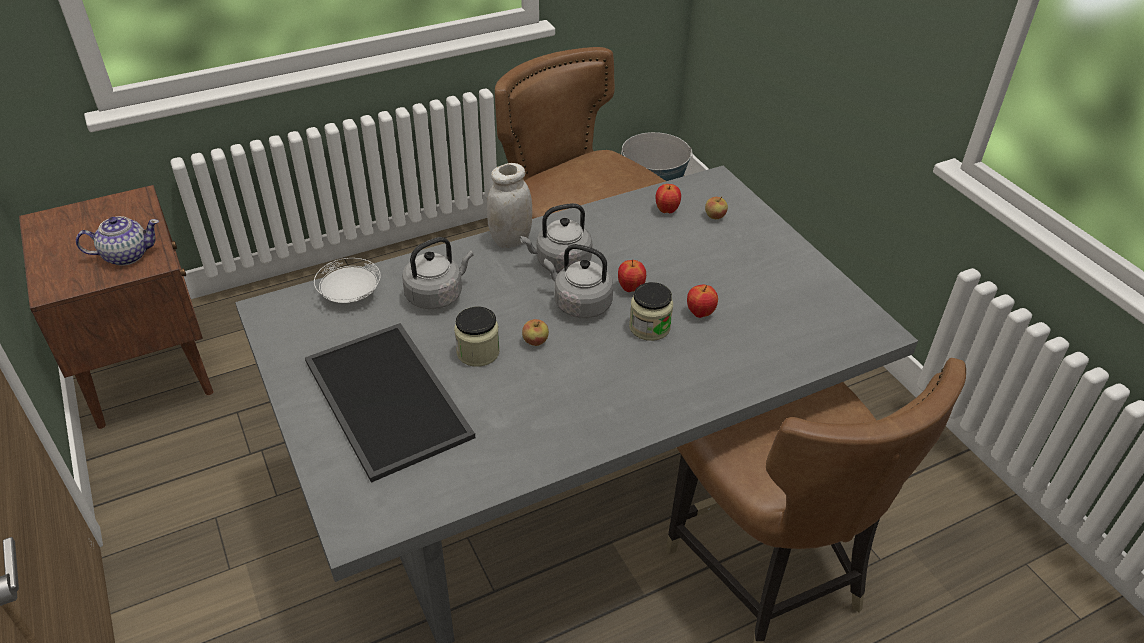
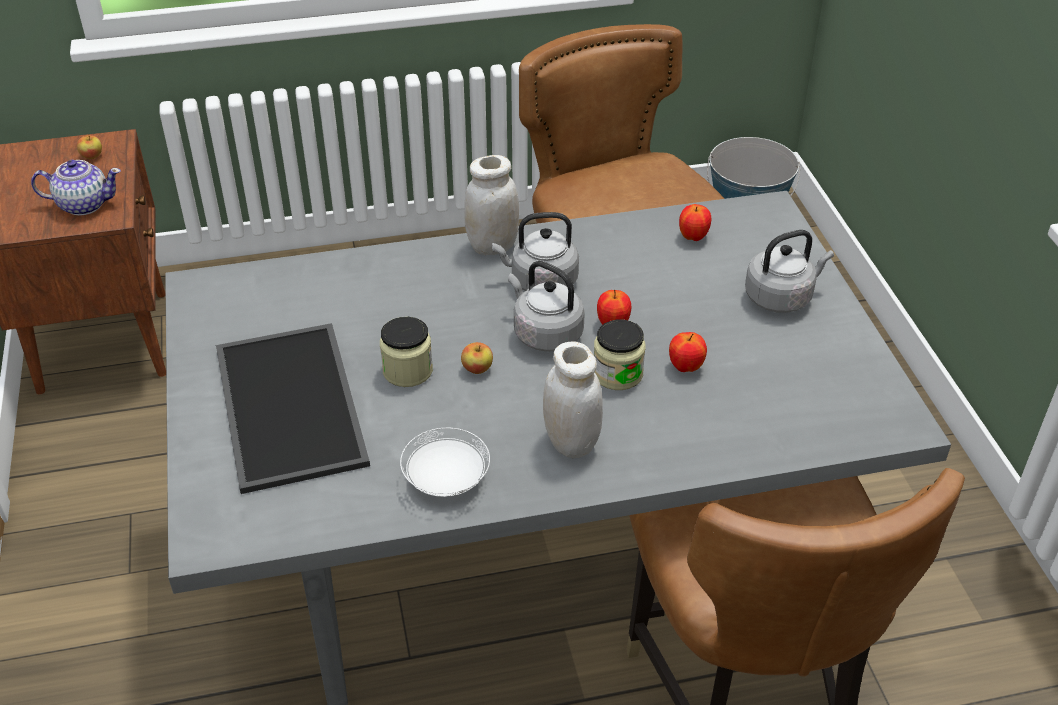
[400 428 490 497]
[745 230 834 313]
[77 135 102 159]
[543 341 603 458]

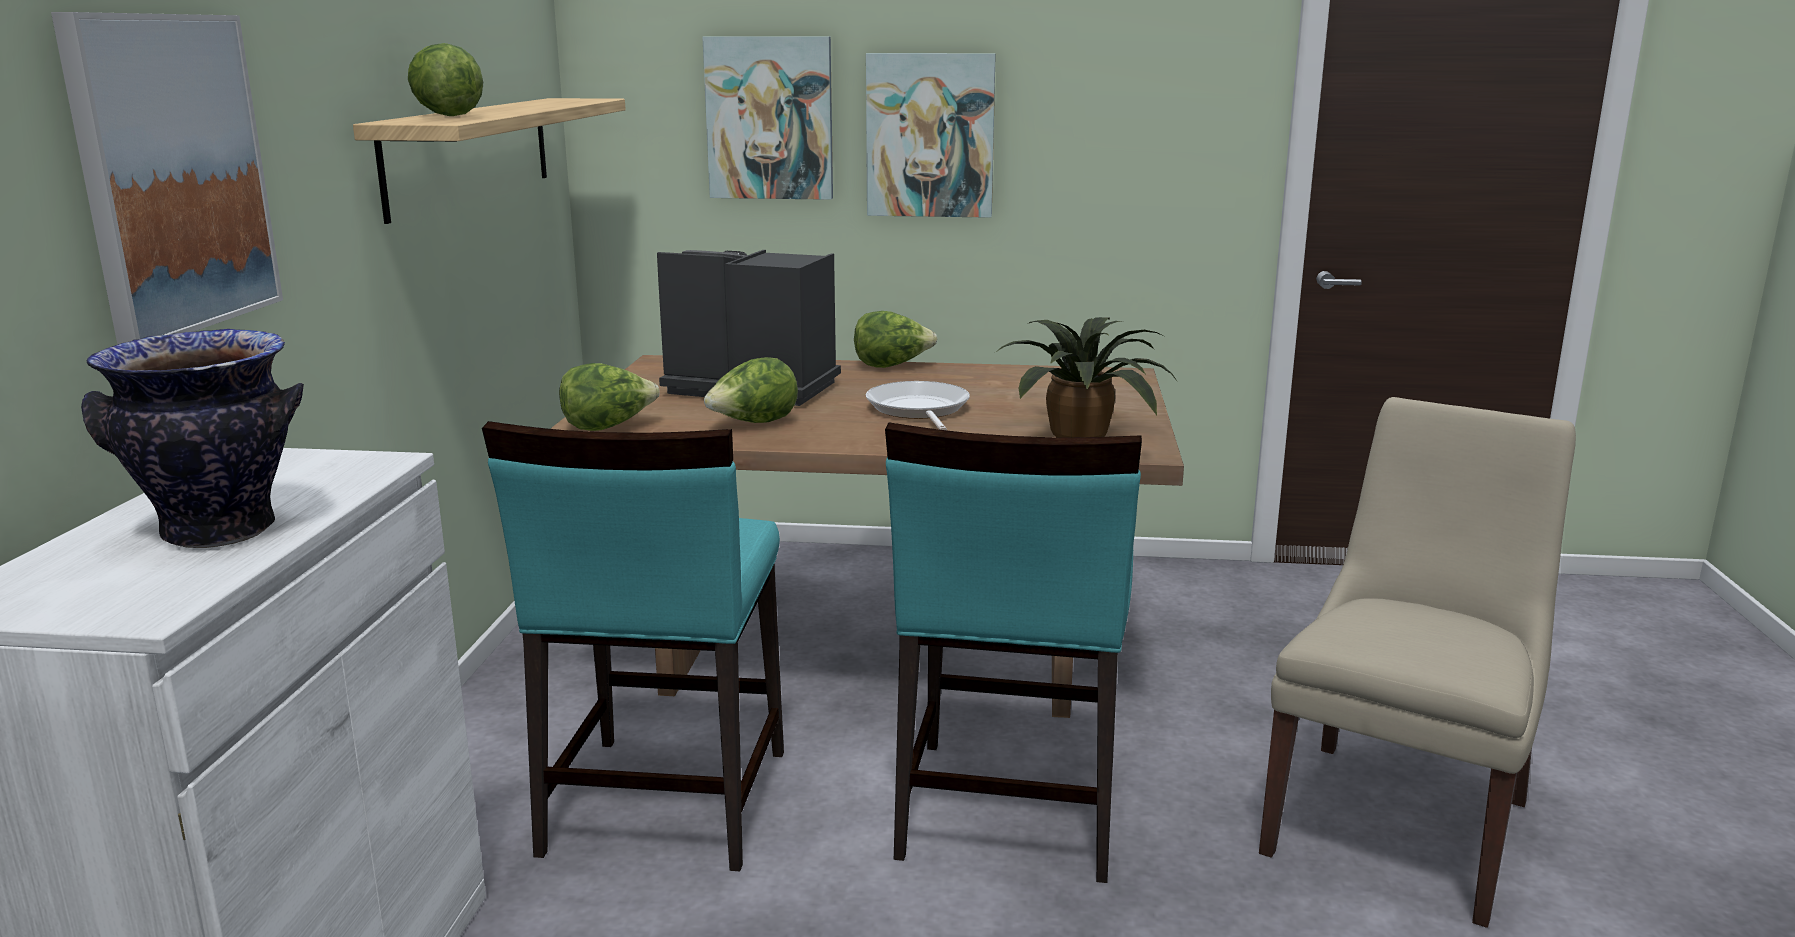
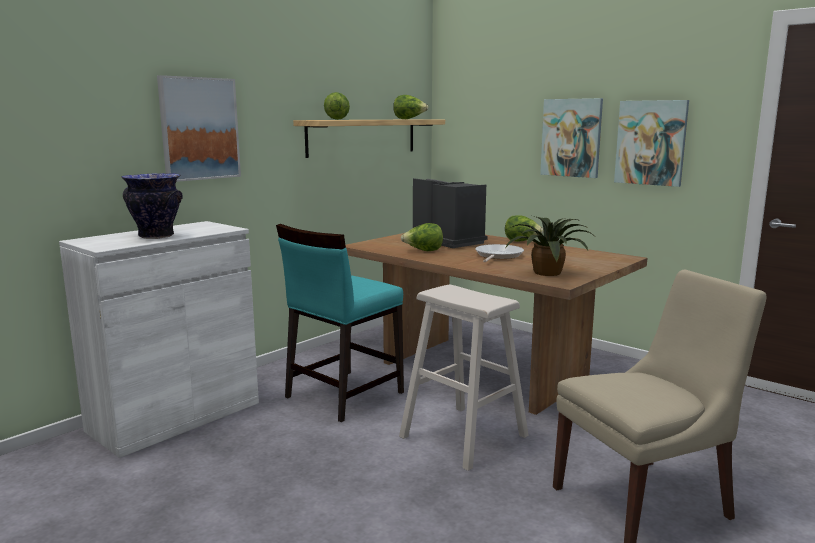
[393 95 429 119]
[614 100 689 187]
[399 285 528 471]

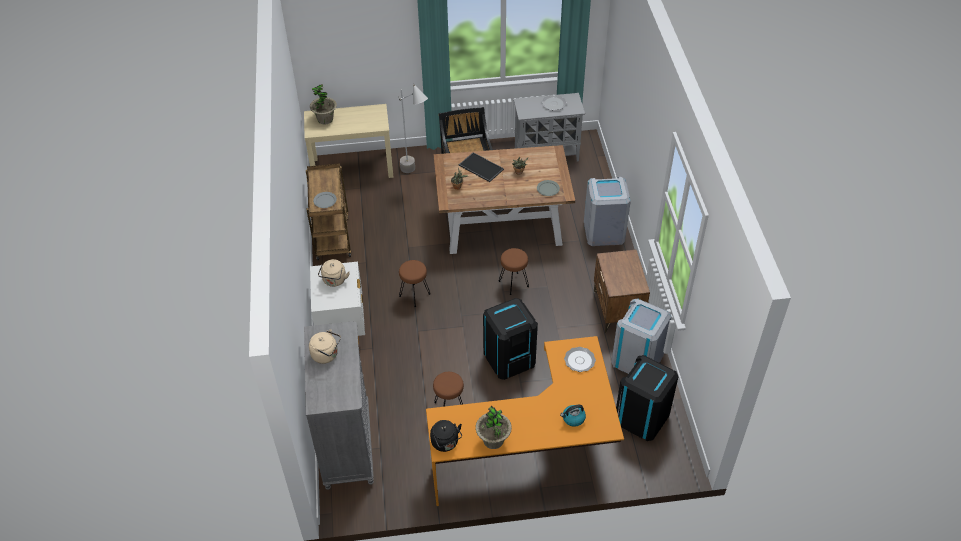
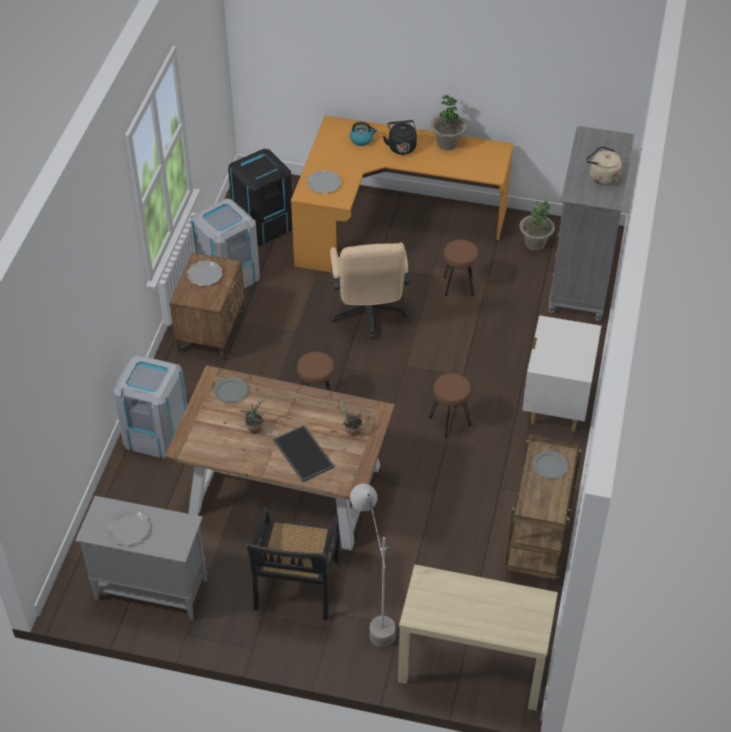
[519 201 555 251]
[318 259 350 287] (first image)
[383 120 417 155]
[330 242 410 339]
[187 261 223 286]

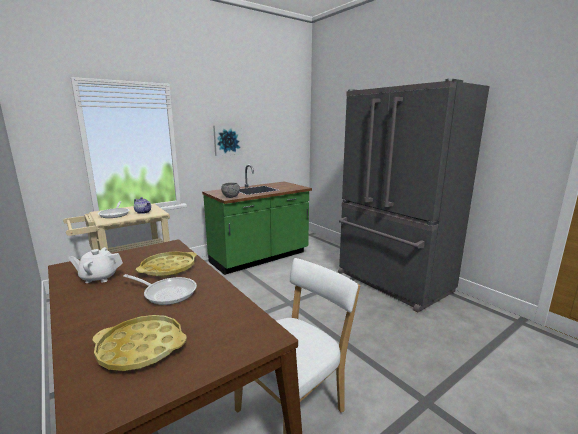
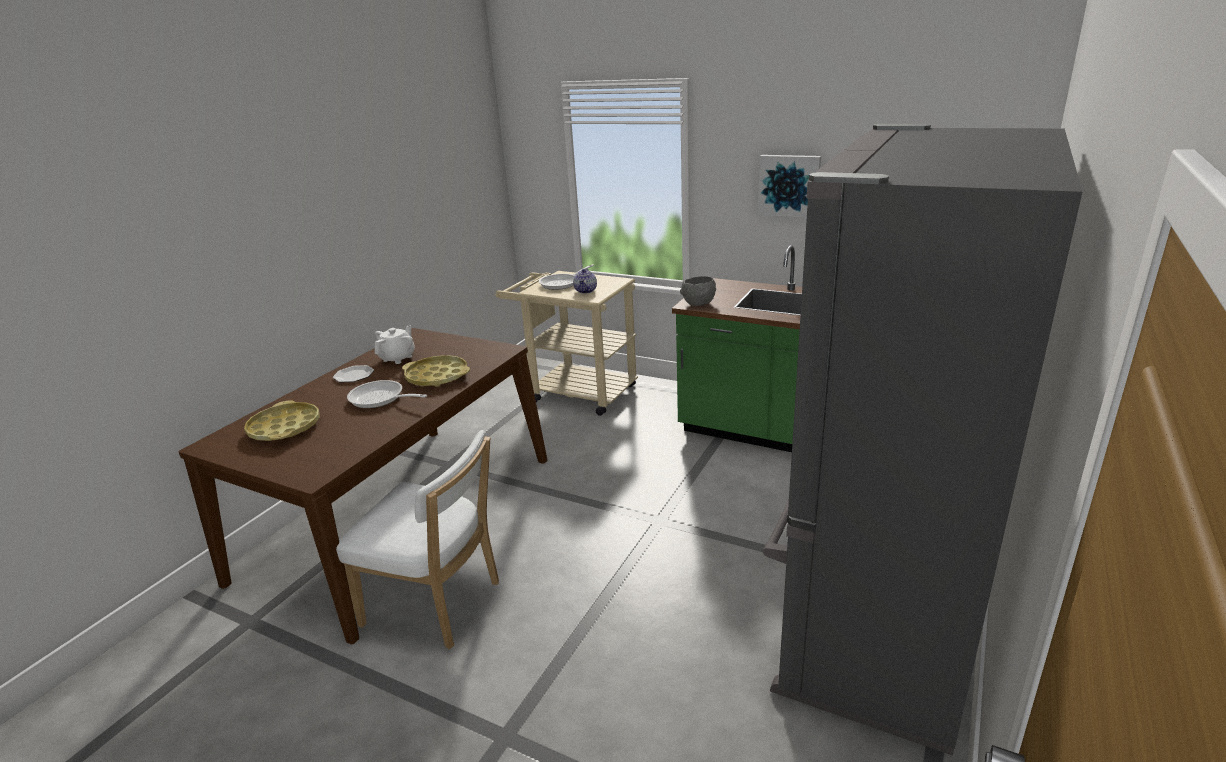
[375 325 415 364]
[347 380 427 408]
[333 365 374 382]

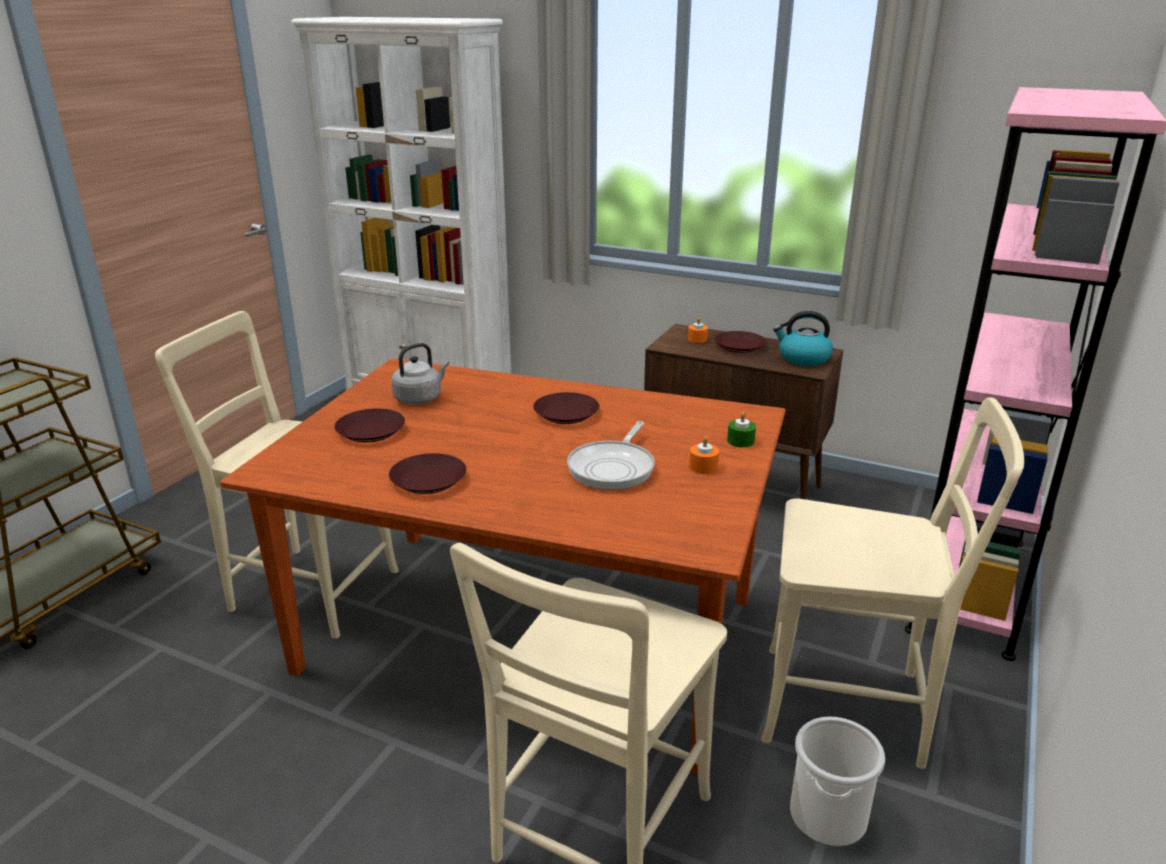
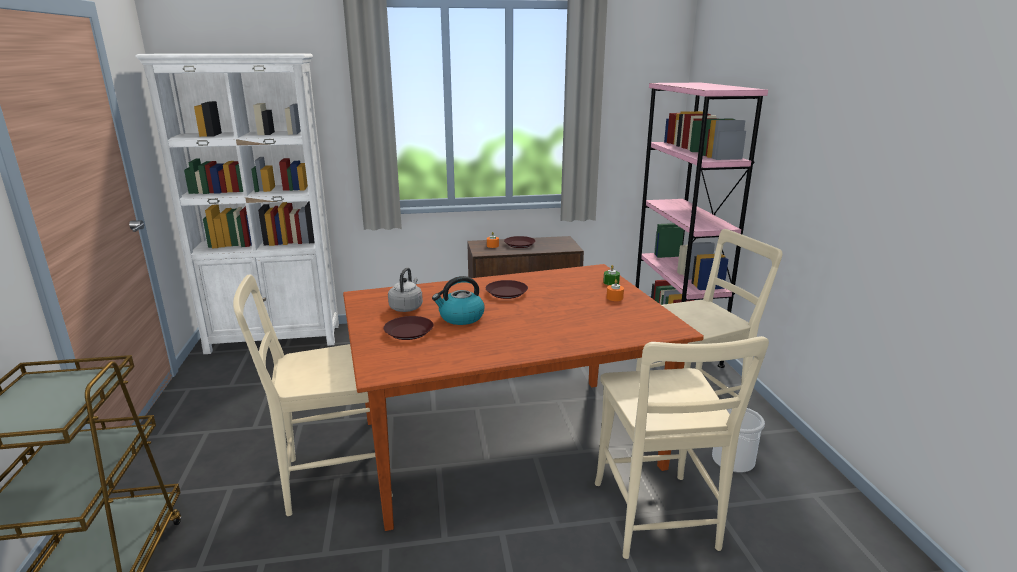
[389 453 466 494] (first image)
[567 421 655 490] (first image)
[432 276 485 325]

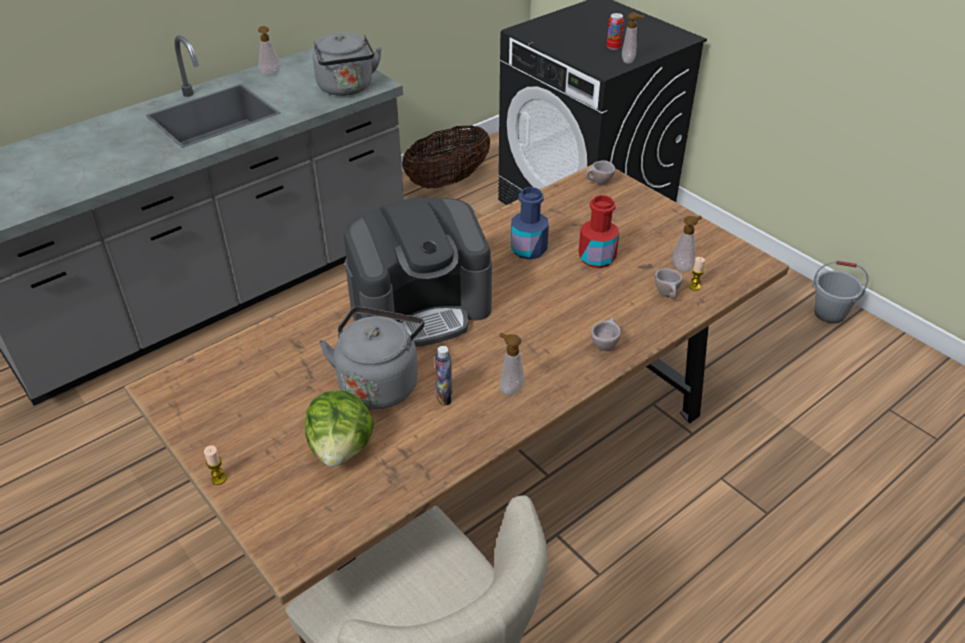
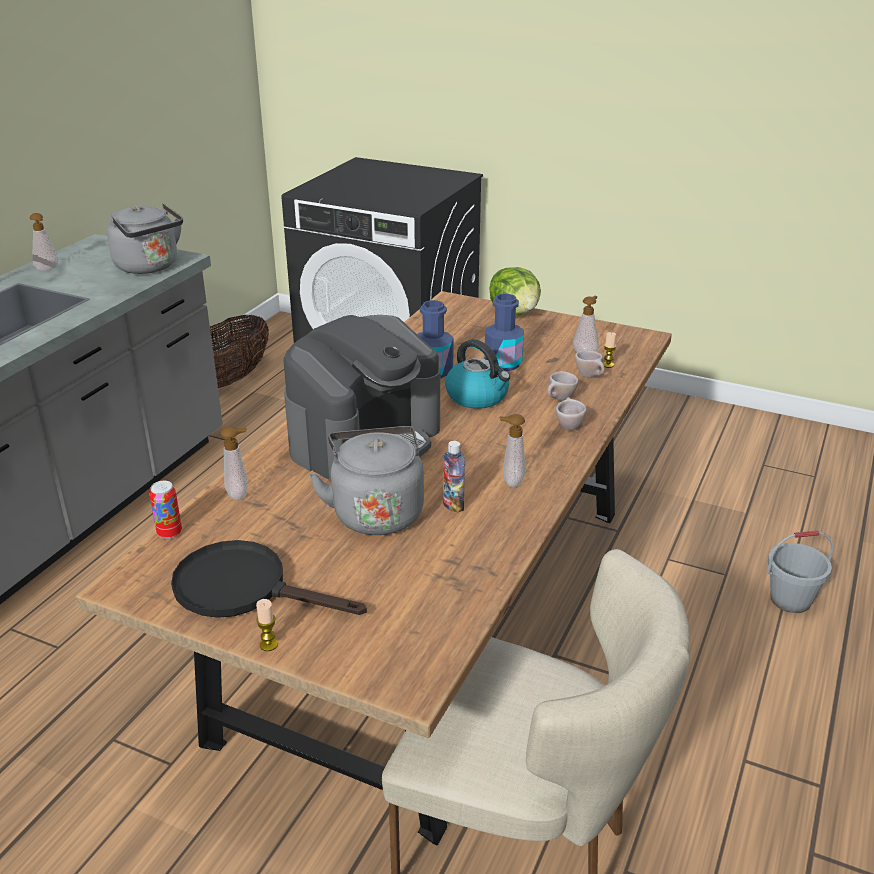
[489 267 541 315]
[484 293 524 371]
[547 371 579 401]
[150 481 182 539]
[221 426 248 500]
[767 531 833 613]
[171 540 367 618]
[445 339 510 409]

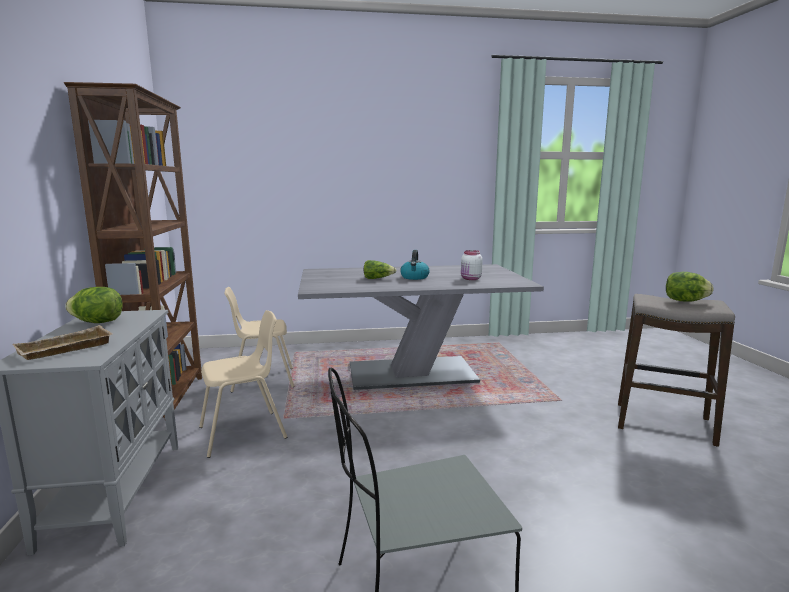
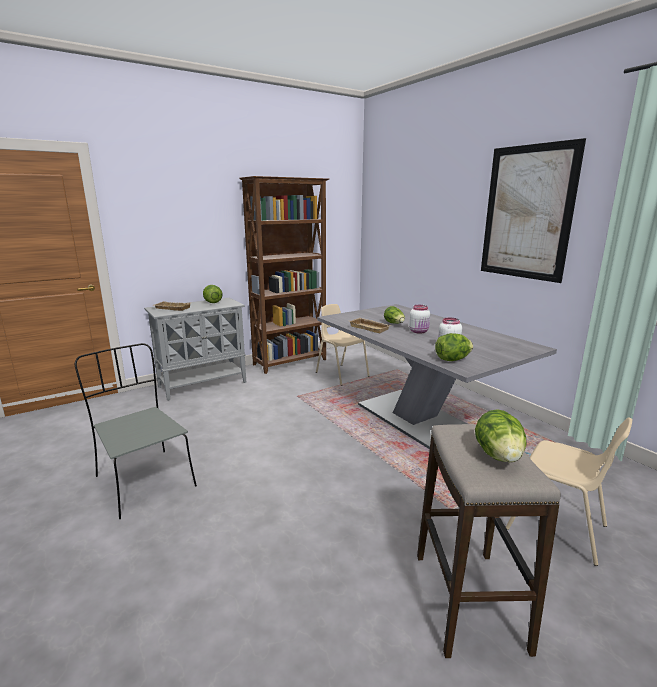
[506 417 632 566]
[409 305 430 334]
[350 318 392 333]
[435 333 473 361]
[481 138 586 283]

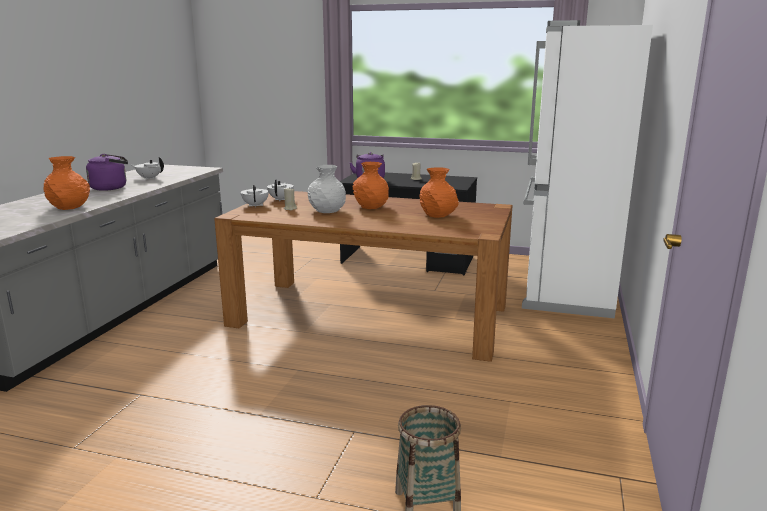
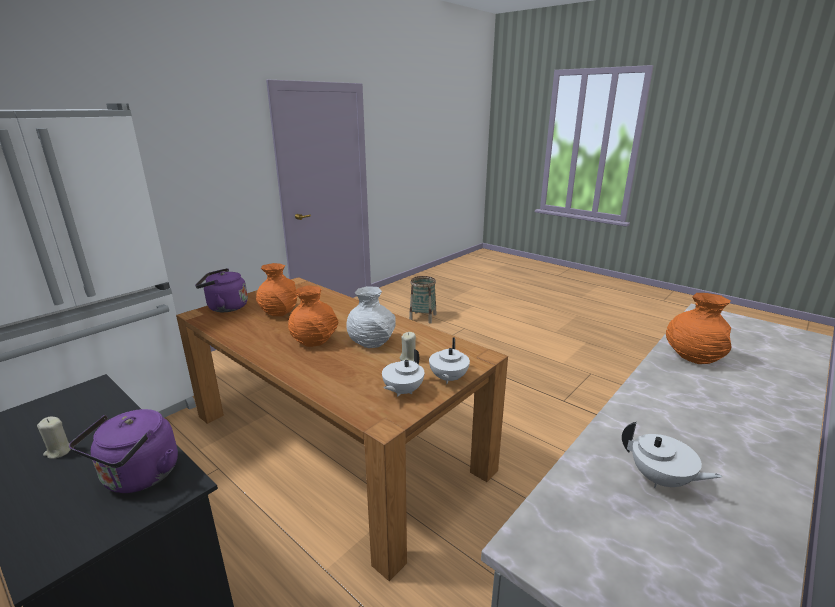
[195 268 248 312]

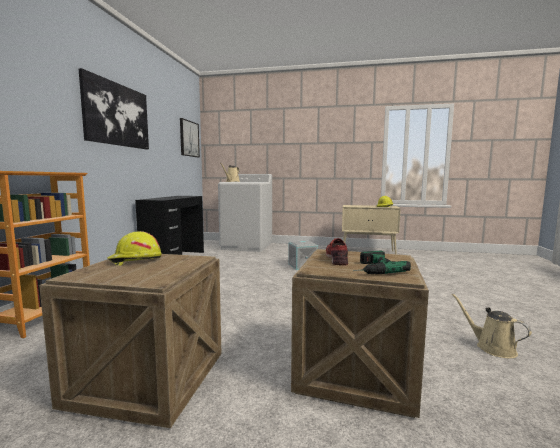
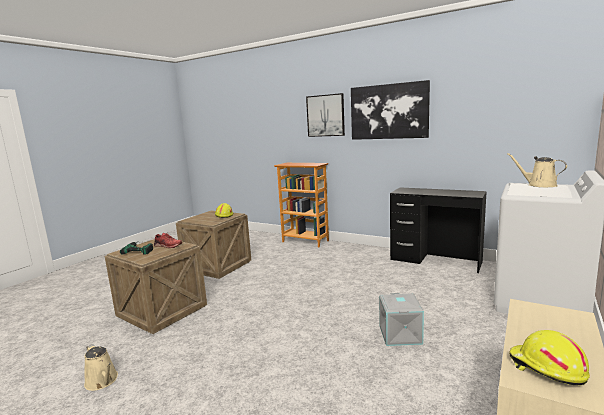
[306 93 345 137]
[84 344 118 391]

